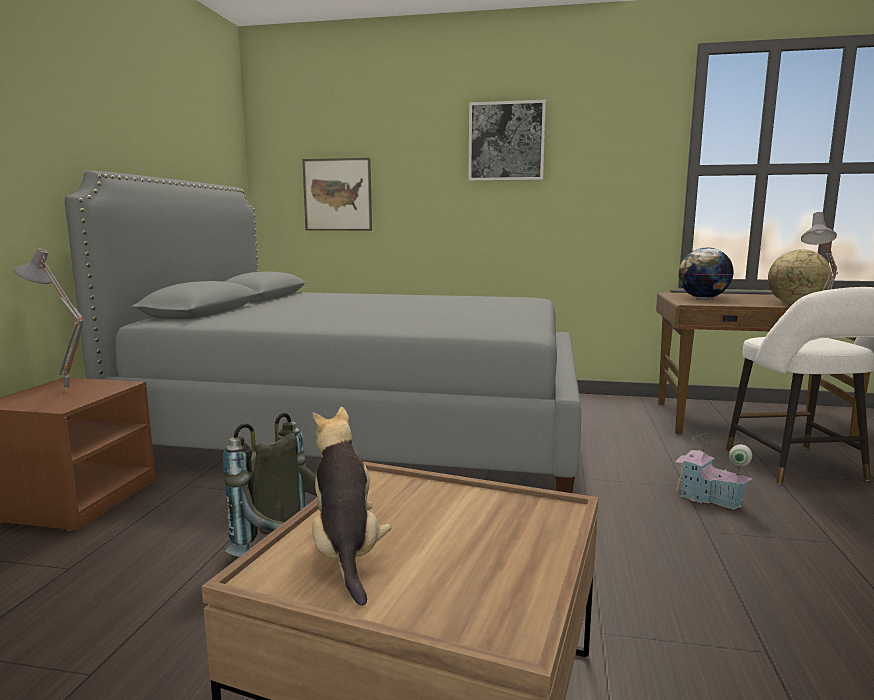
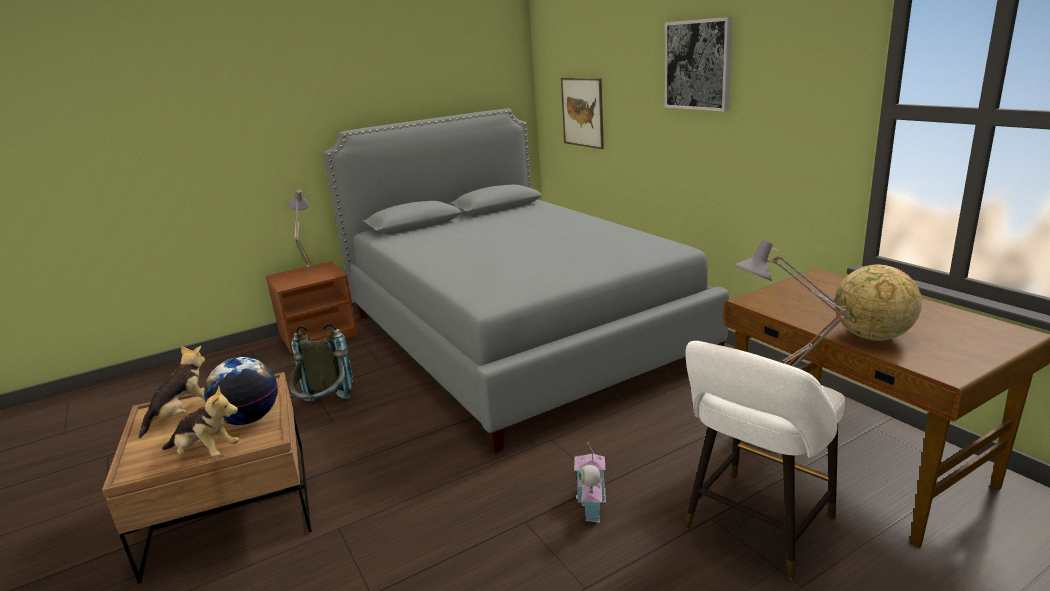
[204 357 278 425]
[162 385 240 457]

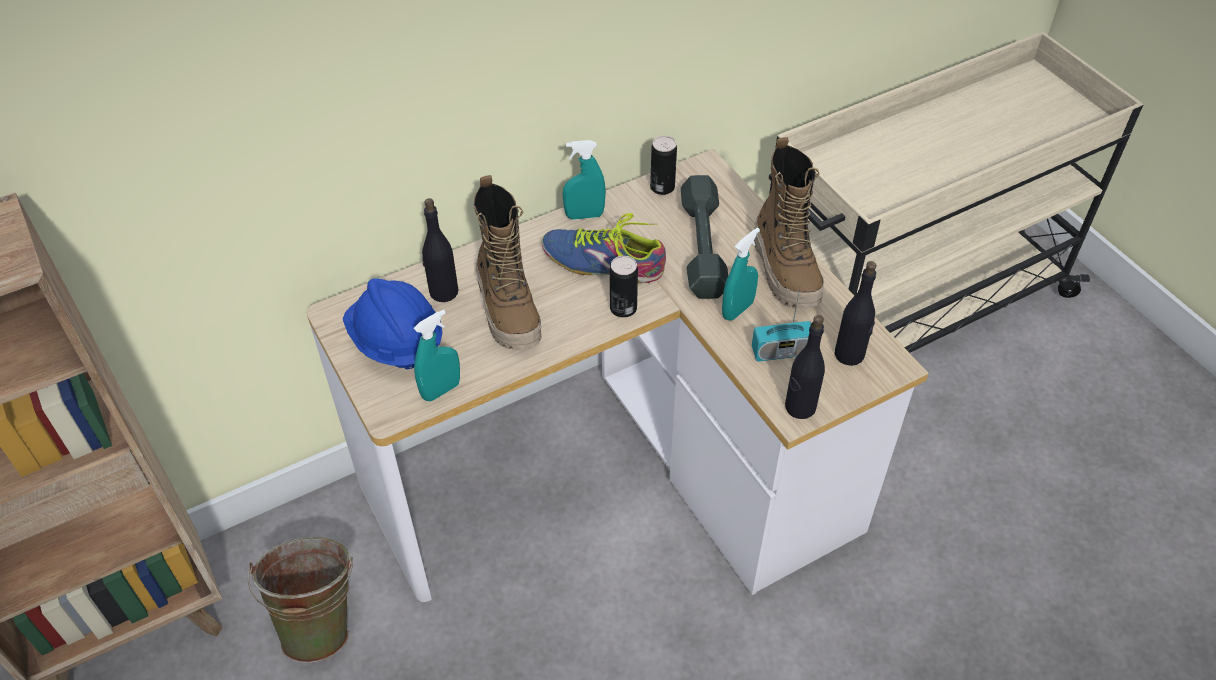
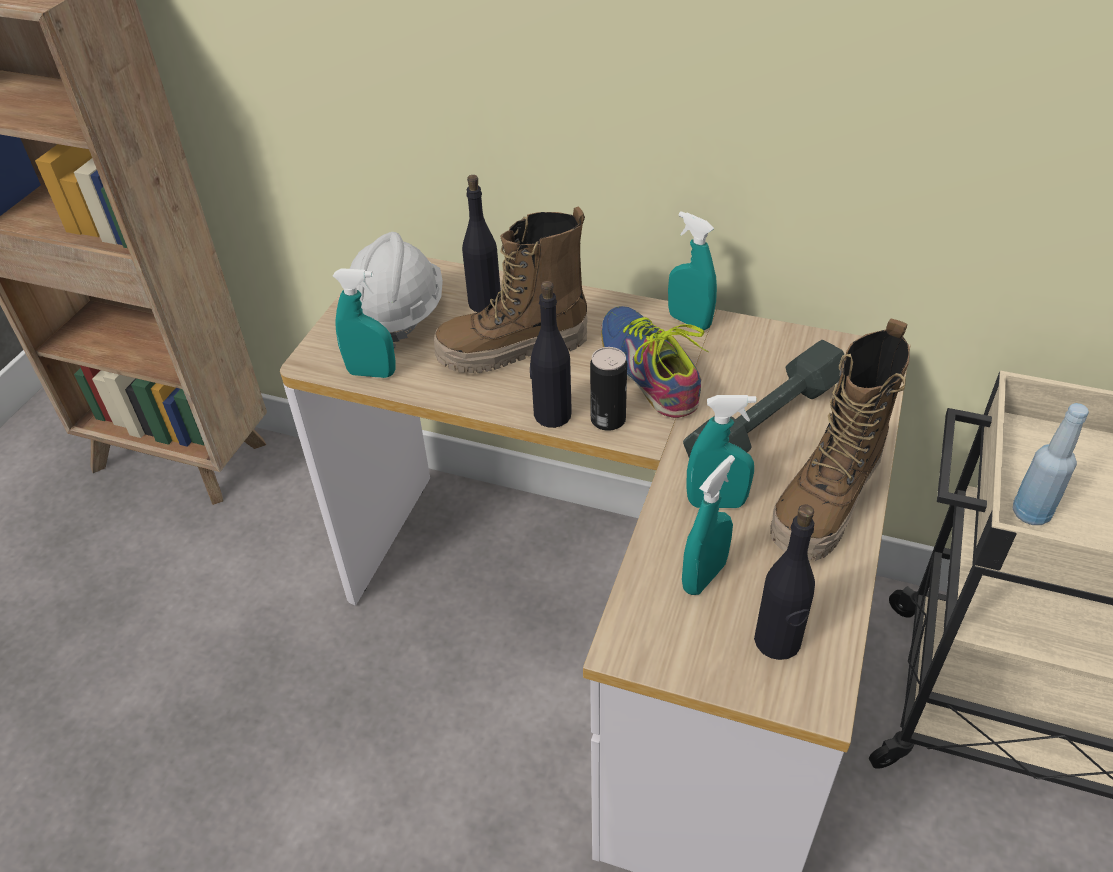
[248 537 353 663] (first image)
[350 232 443 348]
[434 207 588 373]
[650 136 677 195] (first image)
[682 455 735 595]
[530 281 572 428]
[1013 403 1089 525]

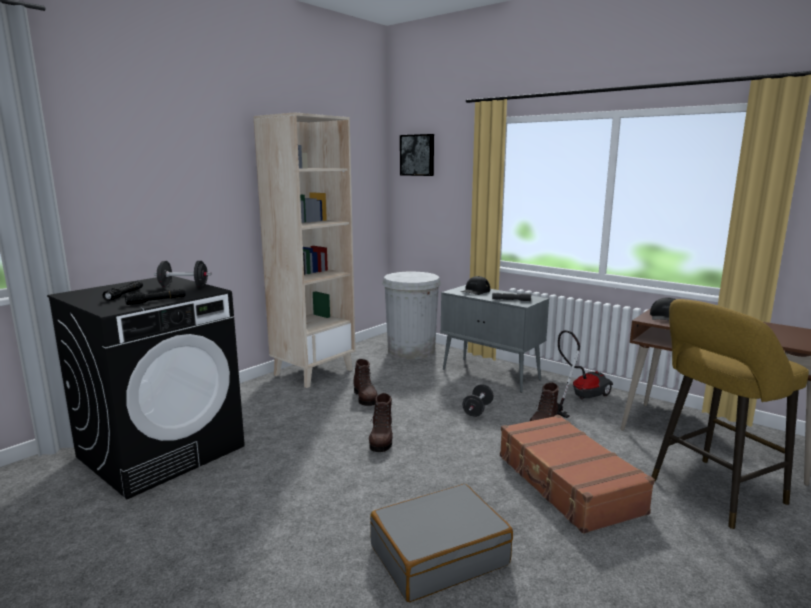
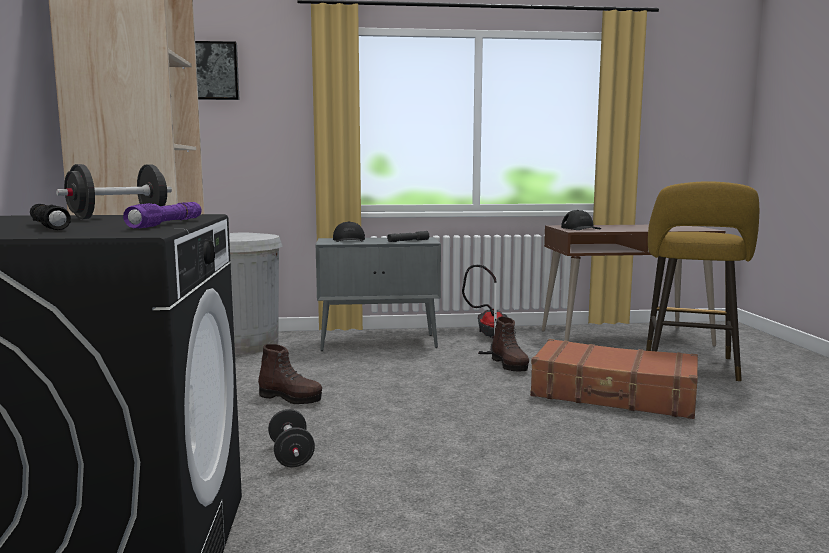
[123 202 201 228]
[369 393 393 452] (first image)
[370 484 513 602] (first image)
[268 409 315 468]

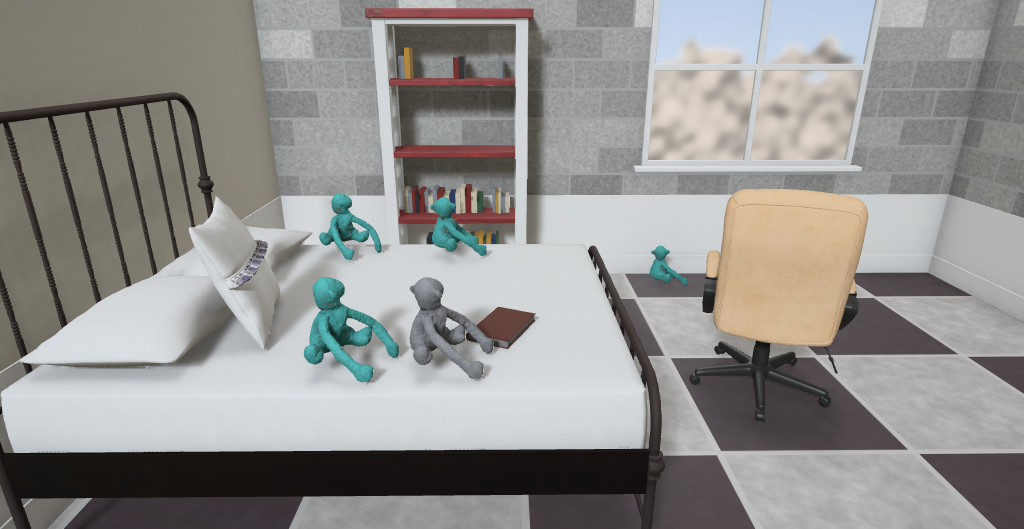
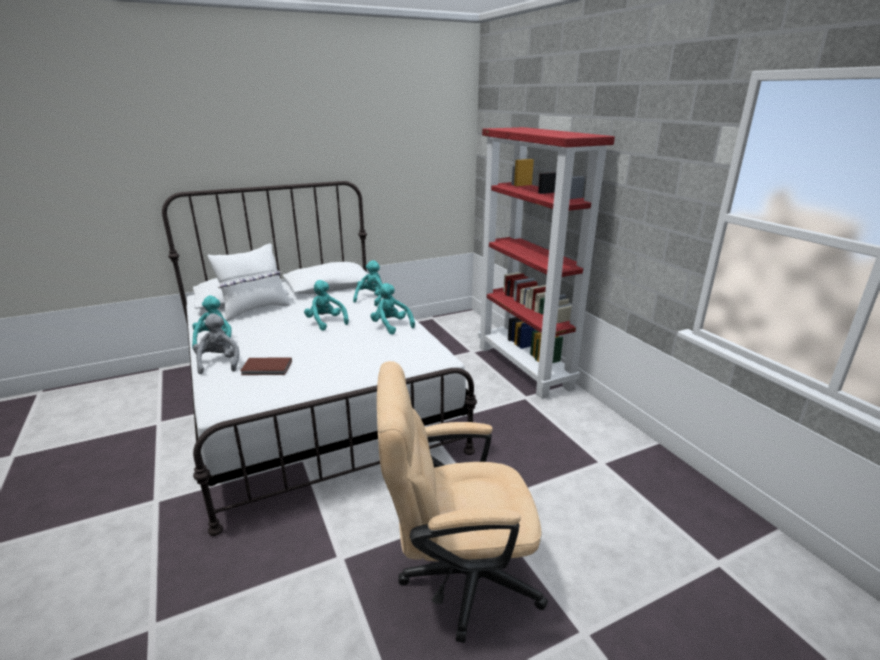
[304 280 349 331]

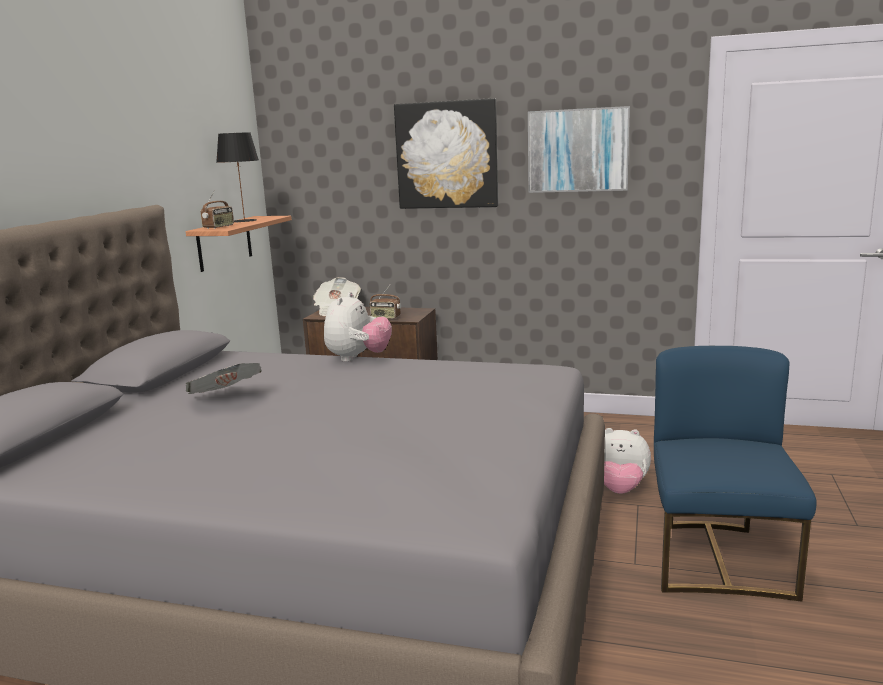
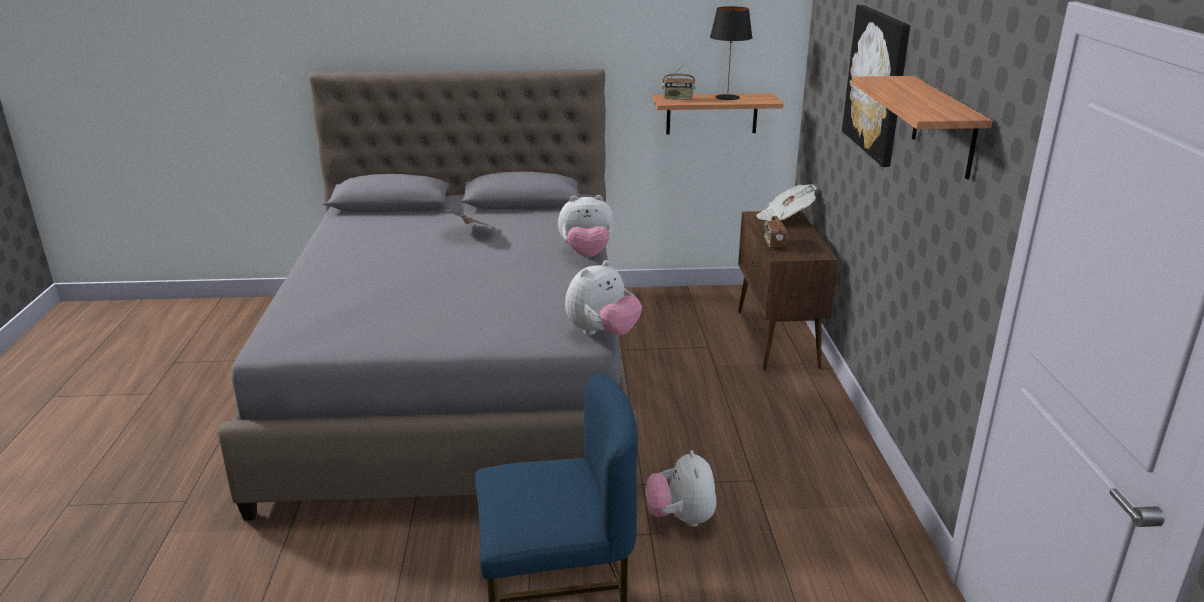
[851 76 992 179]
[565 260 642 336]

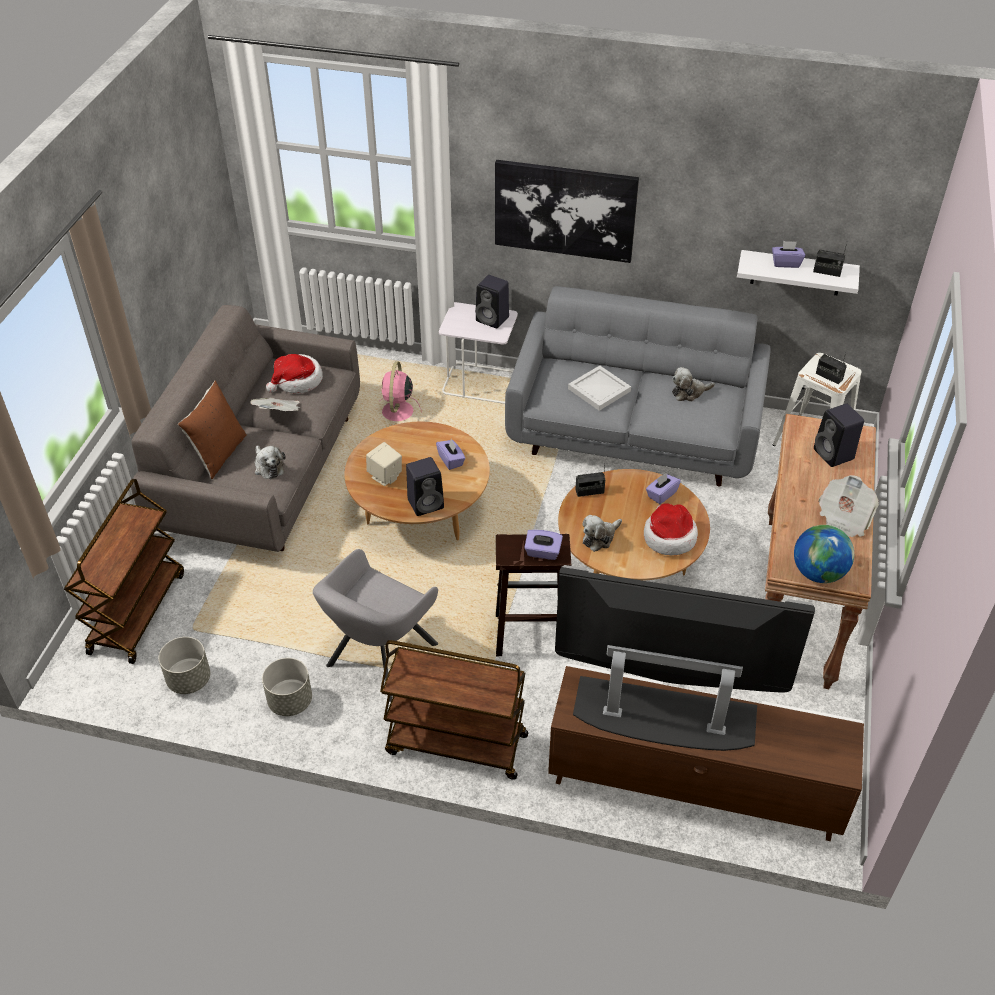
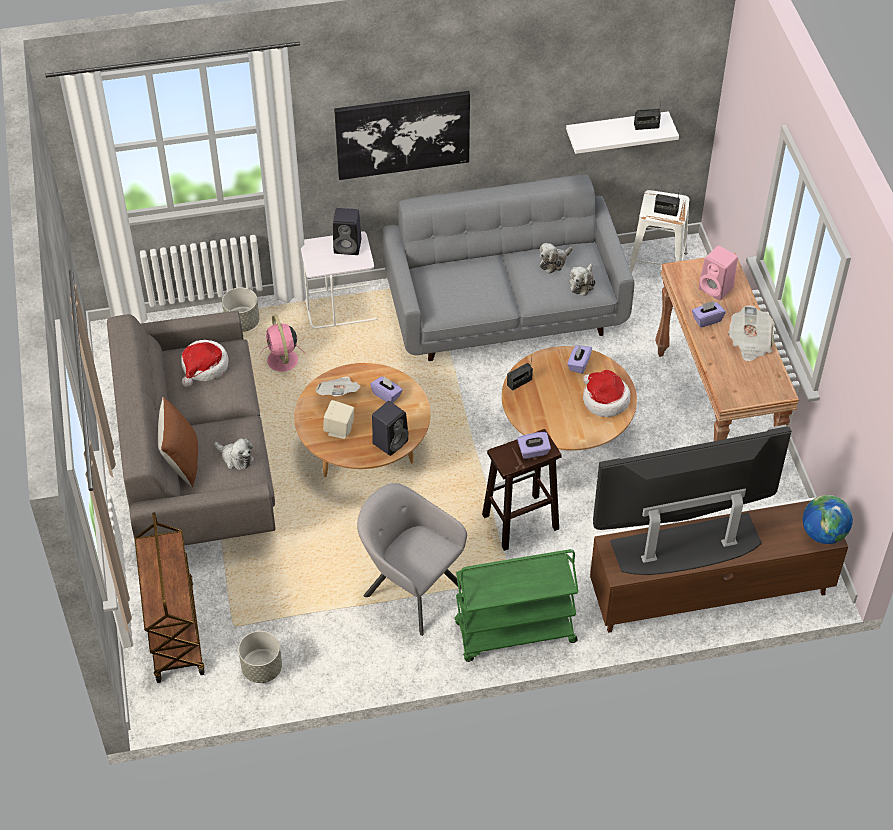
[315 376 362 397]
[222 287 259 332]
[357 483 467 636]
[455 549 579 662]
[568 366 631 411] (first image)
[569 263 596 296]
[692 301 726 328]
[803 495 853 544]
[699 246 738 300]

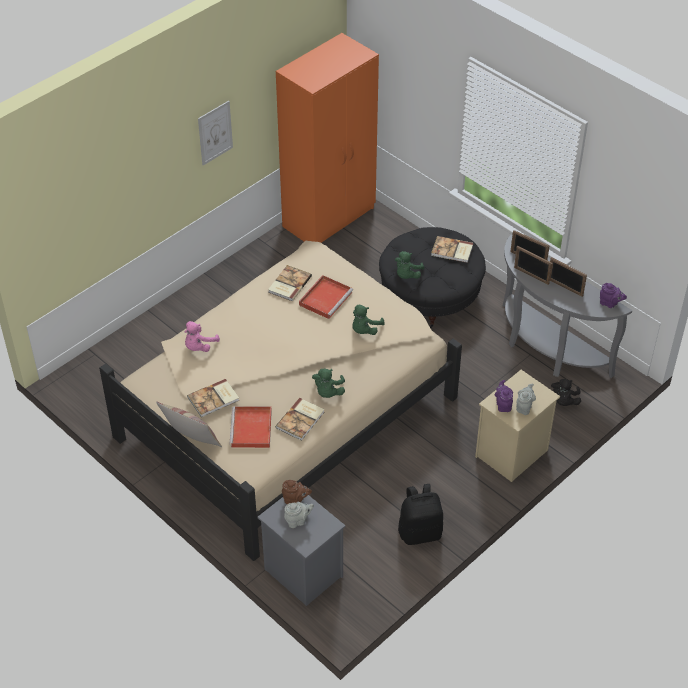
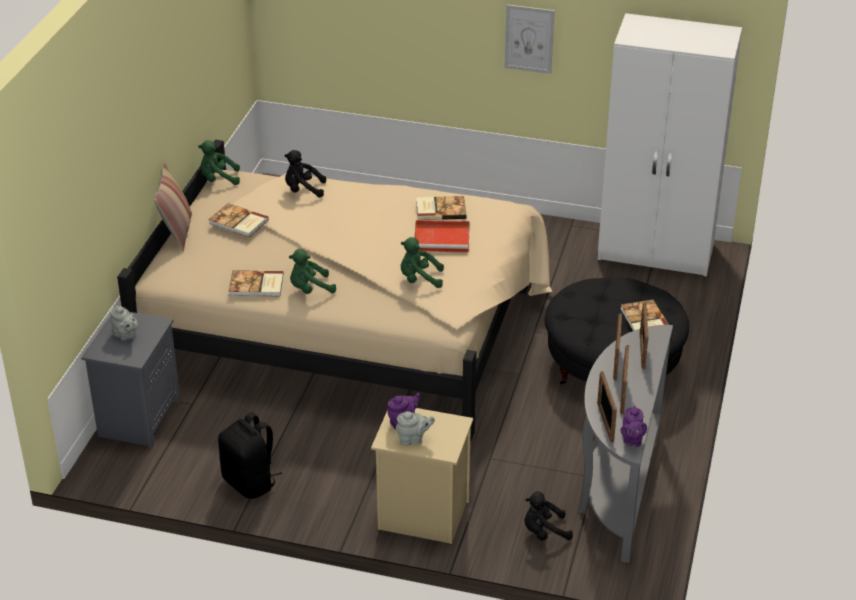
[284 150 326 197]
[230 407 272 448] (first image)
[598 13 742 277]
[282 480 312 504] (first image)
[198 140 240 185]
[597 371 617 443]

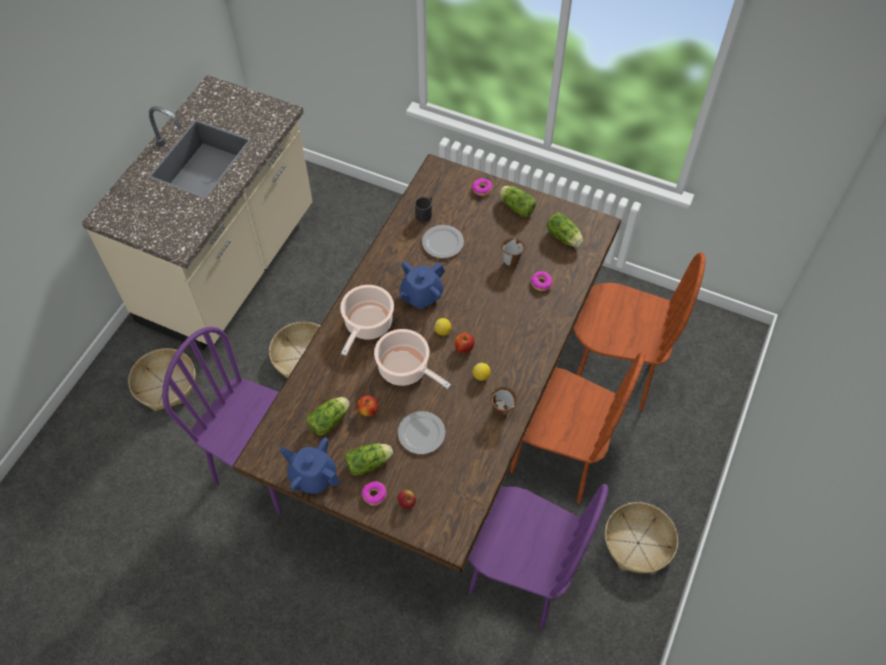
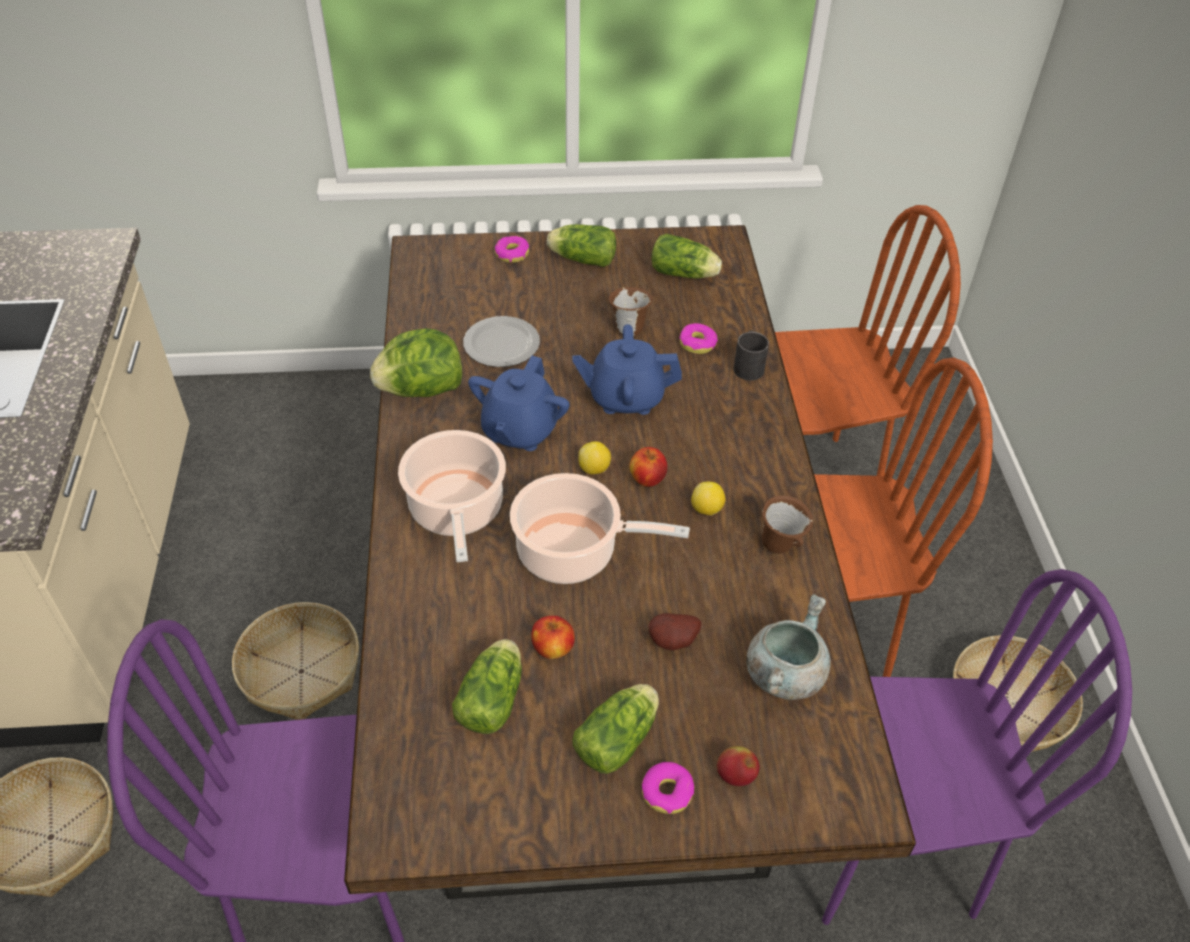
[572 324 682 415]
[649 613 701 650]
[734 330 769 381]
[370 328 462 397]
[746 594 831 700]

